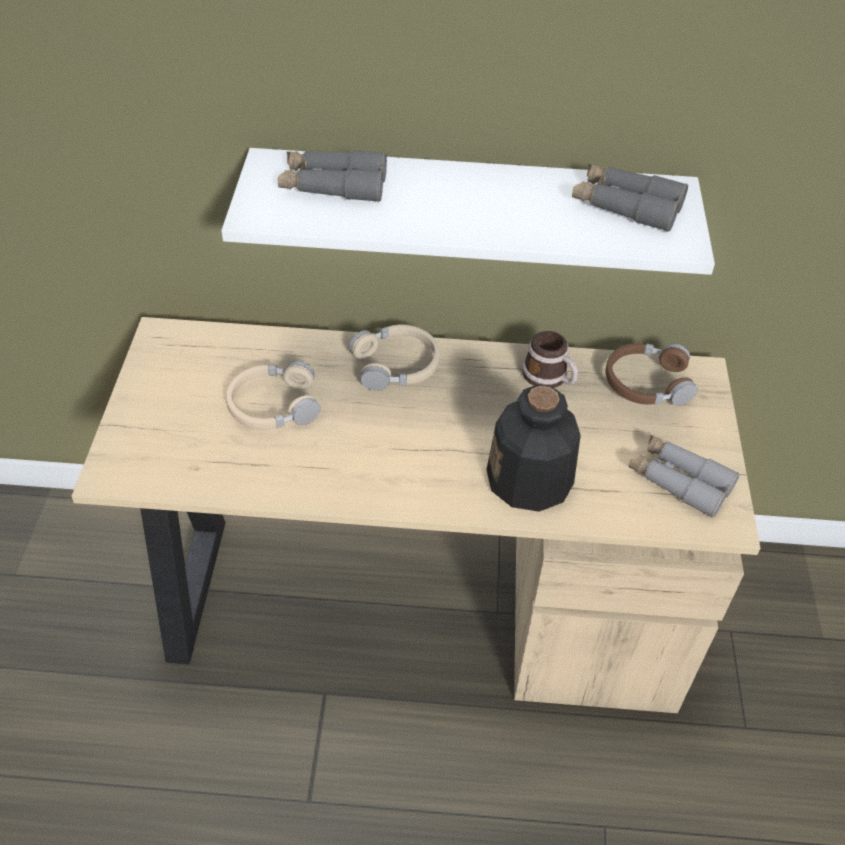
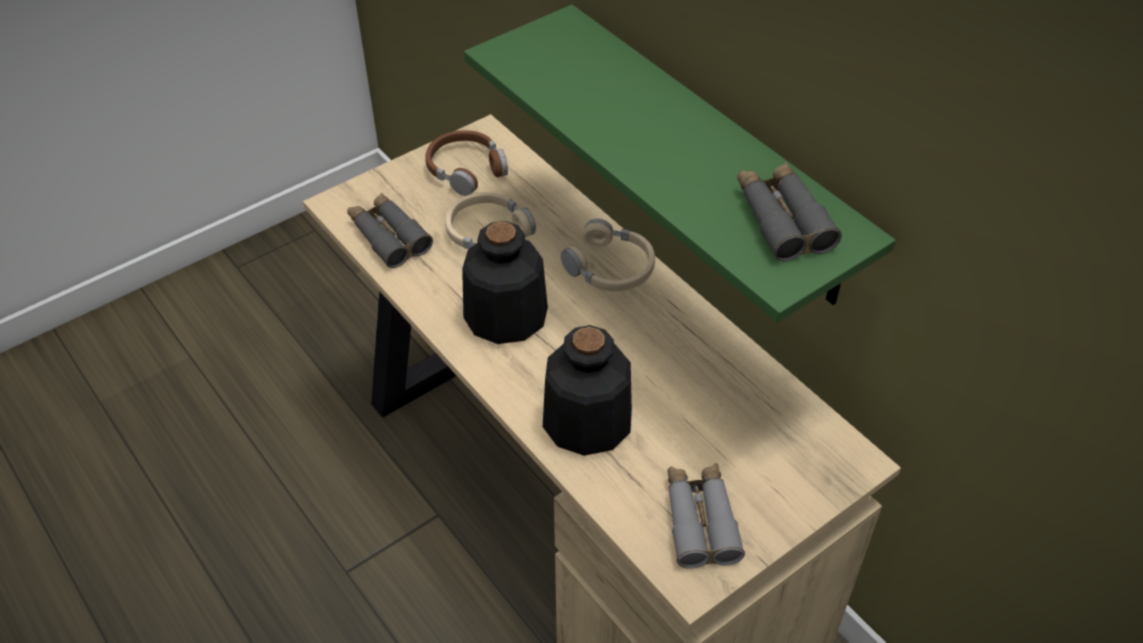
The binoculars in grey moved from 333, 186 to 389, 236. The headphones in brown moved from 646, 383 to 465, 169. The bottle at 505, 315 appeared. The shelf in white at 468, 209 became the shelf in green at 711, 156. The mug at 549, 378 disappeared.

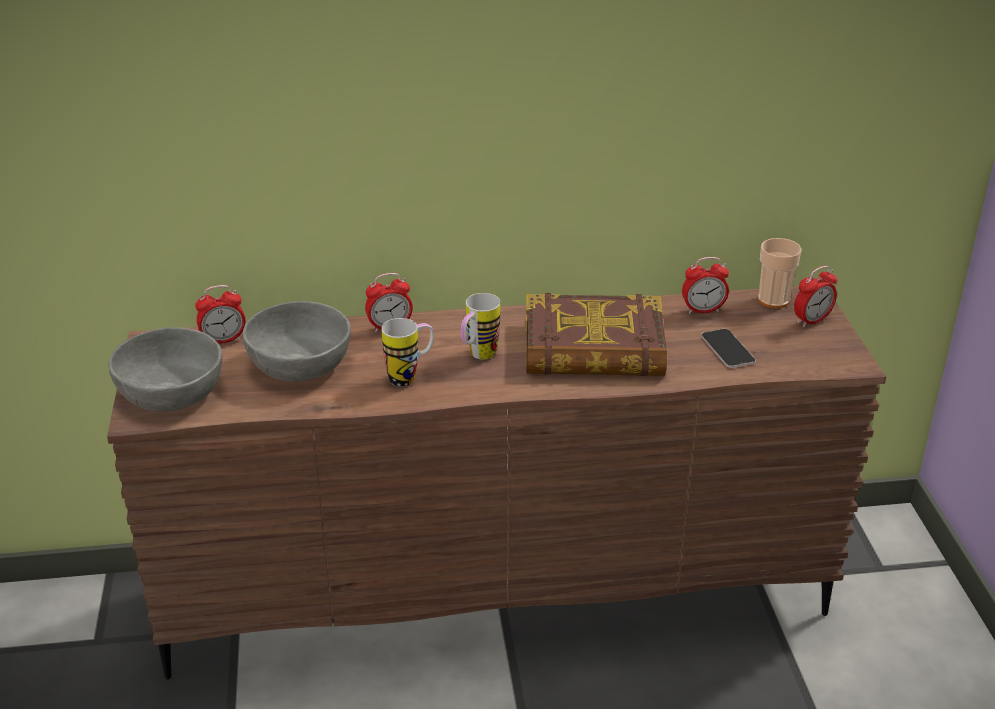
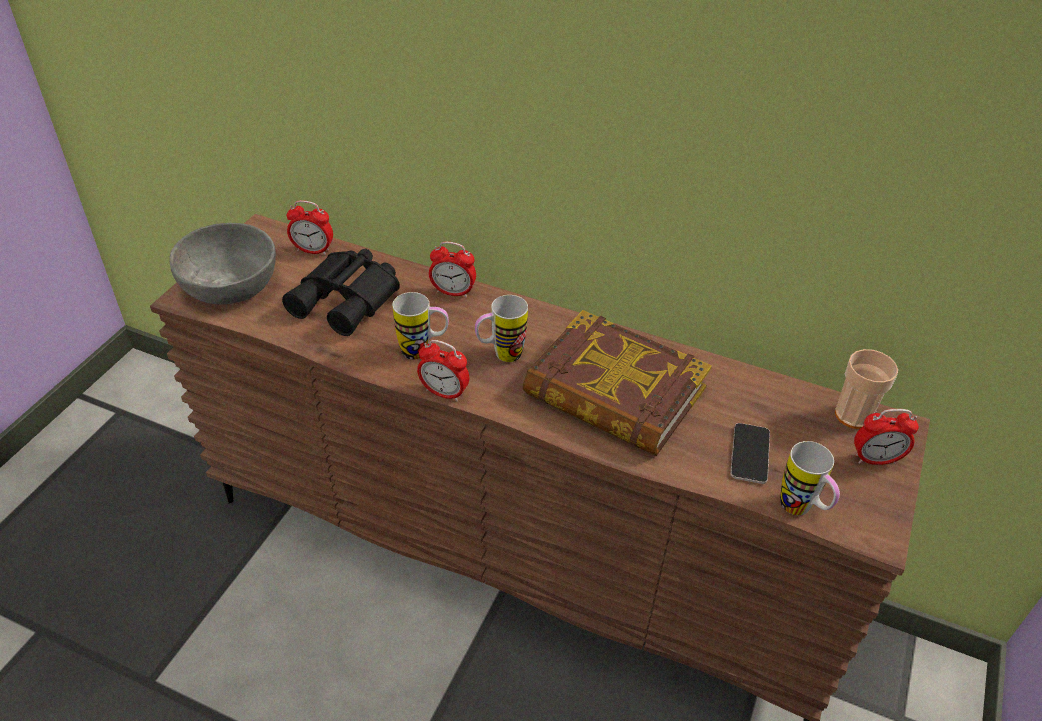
The bowl in grey at 301, 364 was replaced by the binoculars in black at 349, 299. The alarm clock moved from 703, 310 to 444, 393. The mug at 801, 511 appeared.

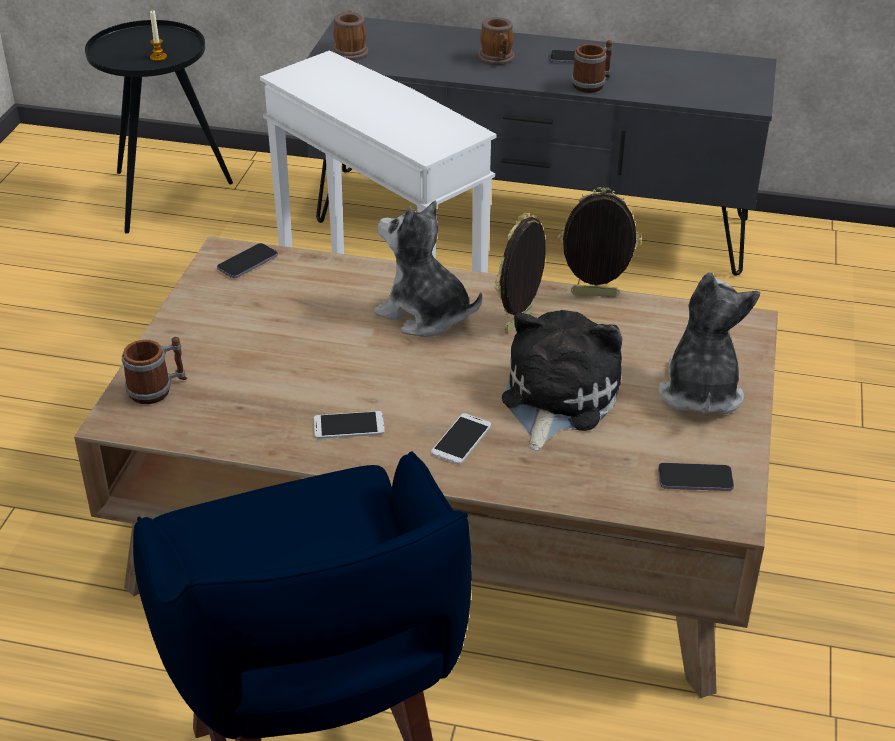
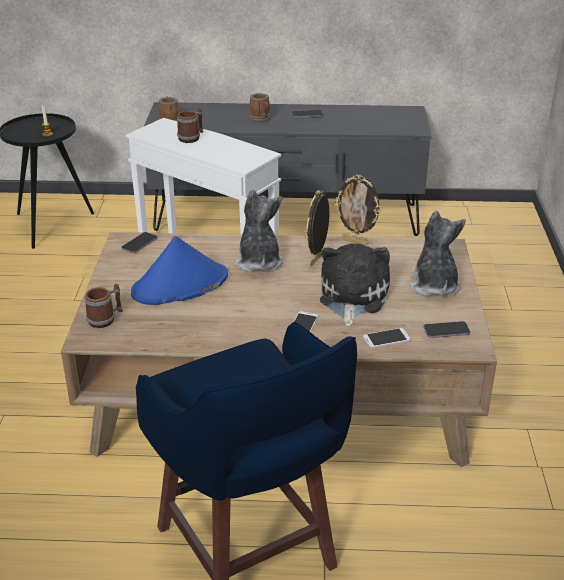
The hat in blue at 180, 285 appeared. The mug moved from 592, 84 to 192, 137. The plush toy at 424, 315 turned 60 degrees clockwise. The picture frame at 594, 296 turned 150 degrees counterclockwise. The phone moved from 349, 426 to 386, 338.

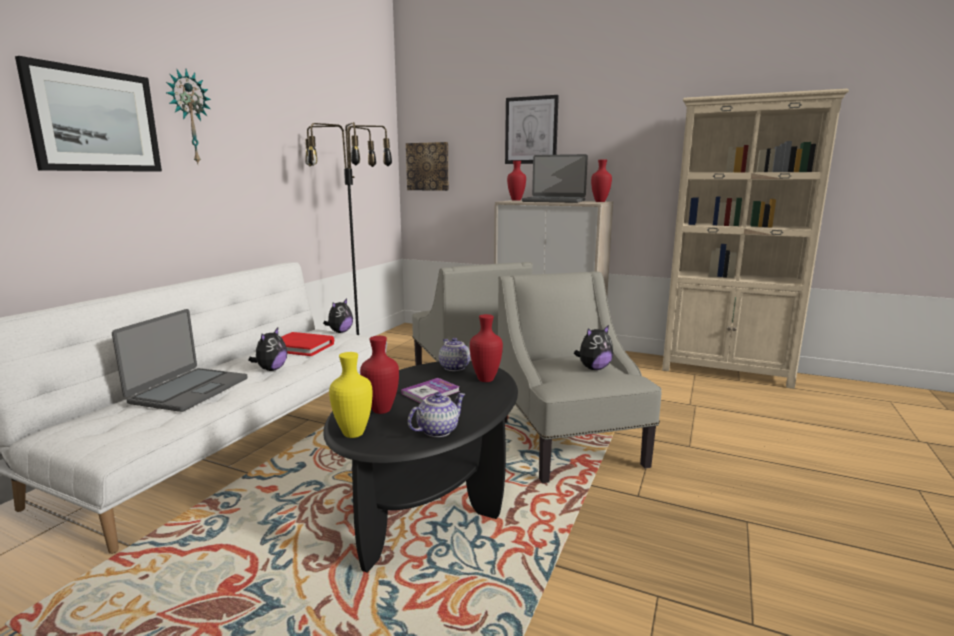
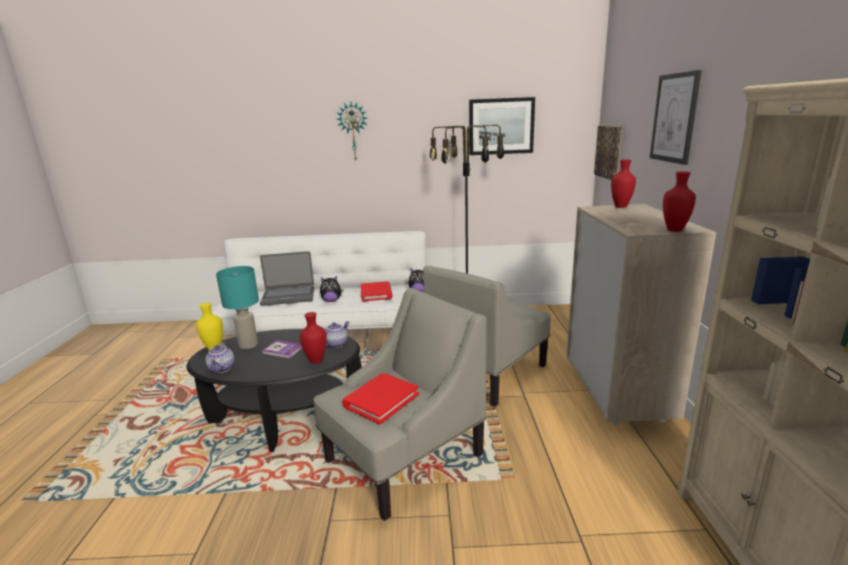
The teapot at 437, 430 turned 60 degrees clockwise. The vase in red at 380, 411 was replaced by the table lamp in turquoise at 248, 345. The plush toy at 593, 368 was replaced by the book in red at 381, 400. The picture moved from 95, 120 to 501, 126. The laptop at 554, 201 disappeared.

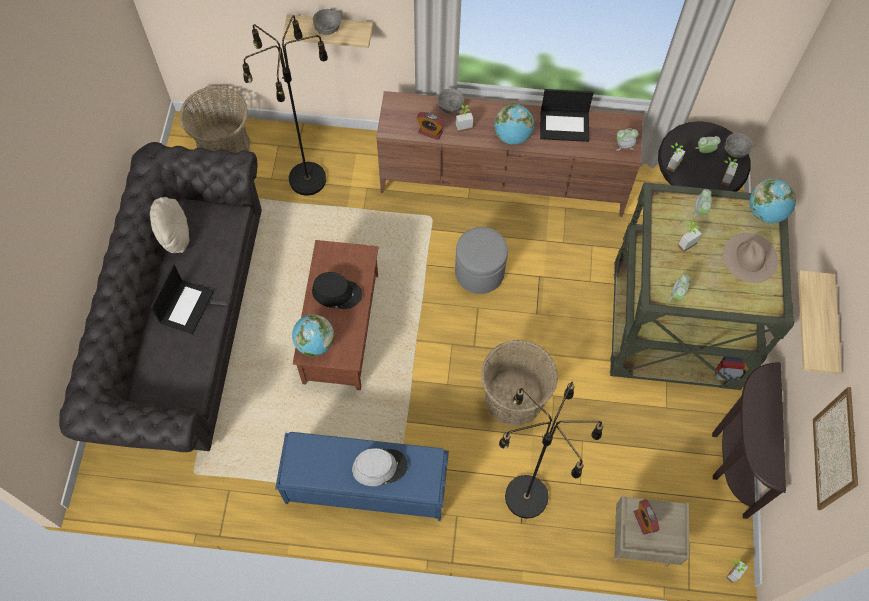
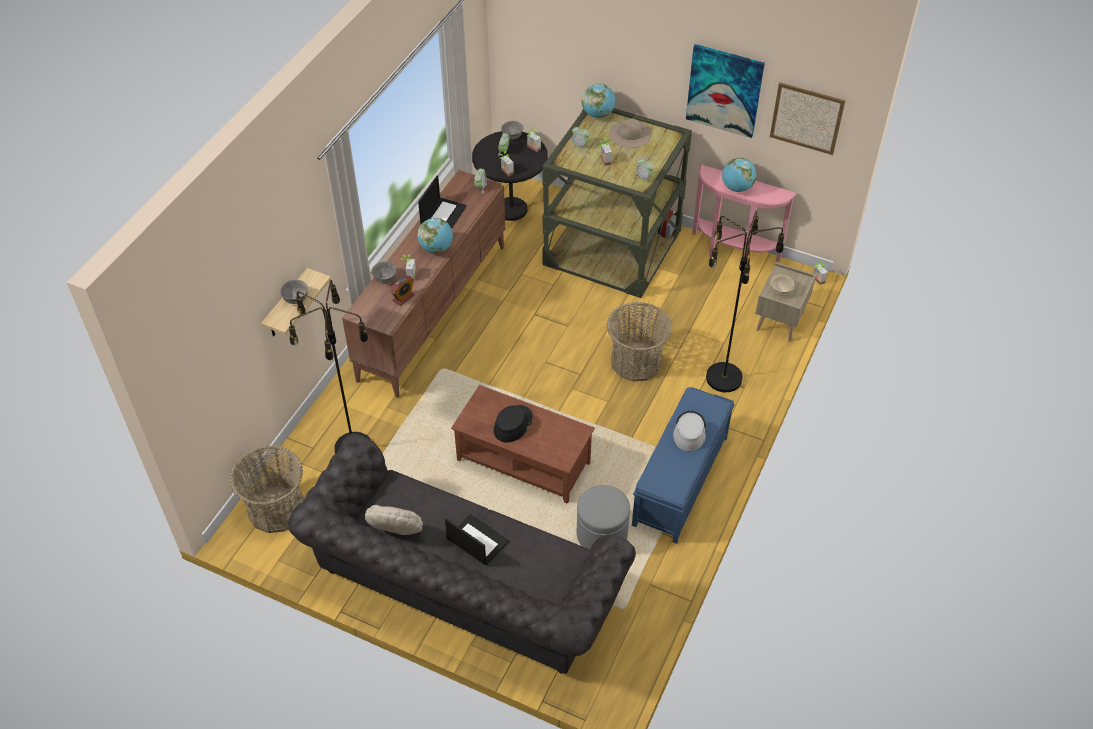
The ottoman in grey moved from 479, 272 to 602, 534. The shelf at 831, 330 was replaced by the picture at 724, 90. The console table in brown at 729, 458 became the console table in pink at 732, 253. The globe moved from 315, 343 to 737, 188. The alarm clock at 644, 521 was replaced by the bowl in beige at 781, 290.

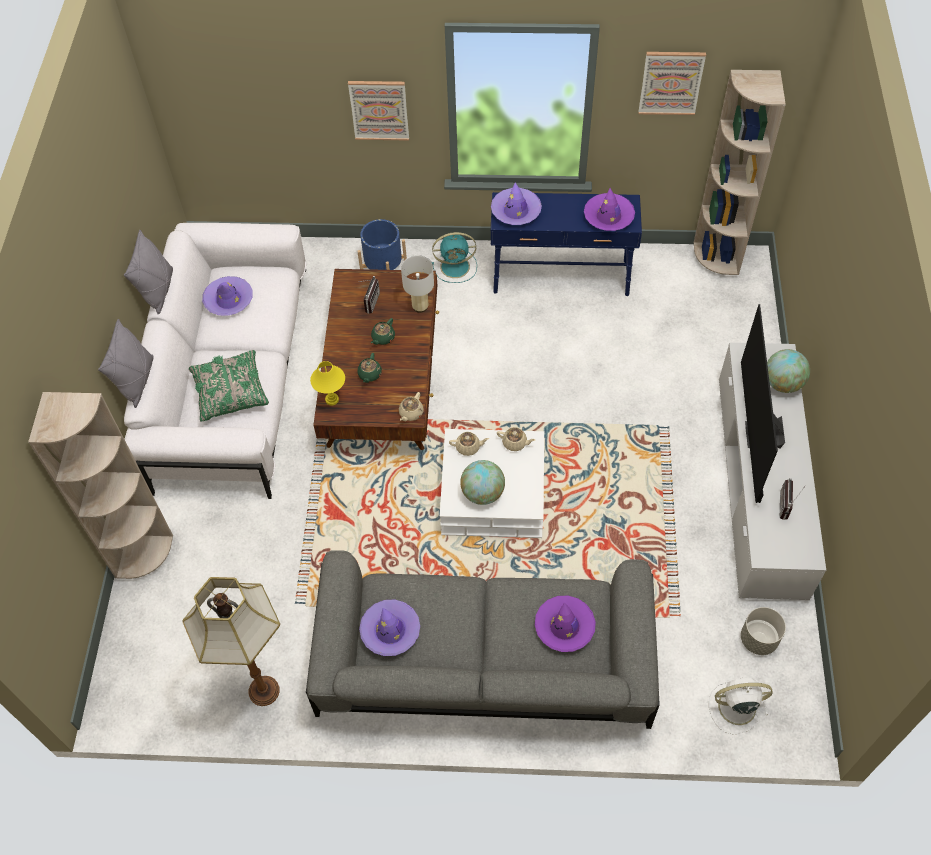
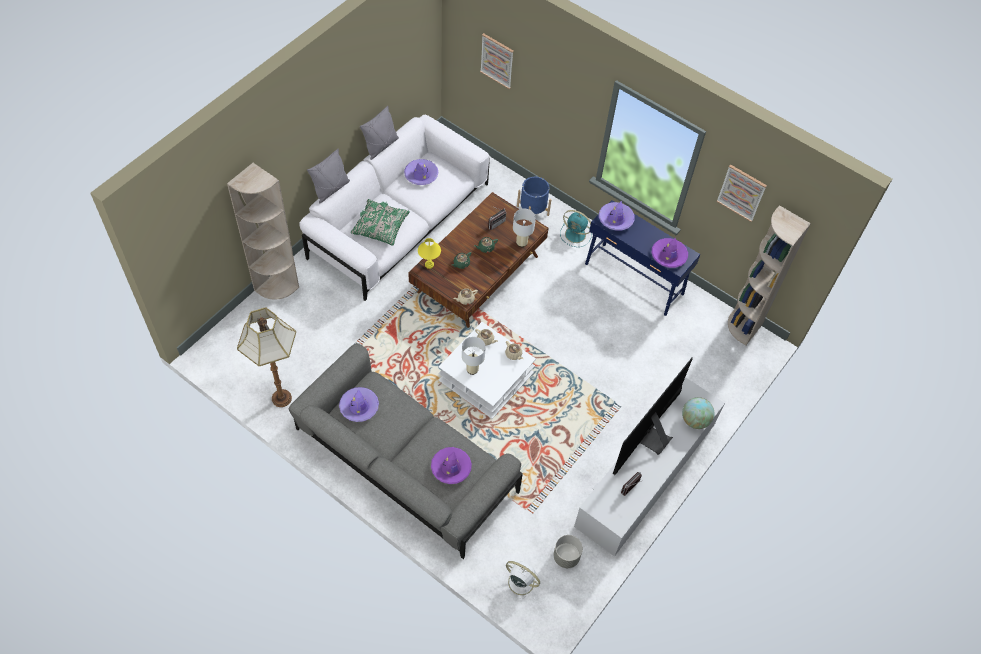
The globe at 482, 493 was replaced by the table lamp in white at 472, 370. The picture moved from 379, 110 to 497, 60.

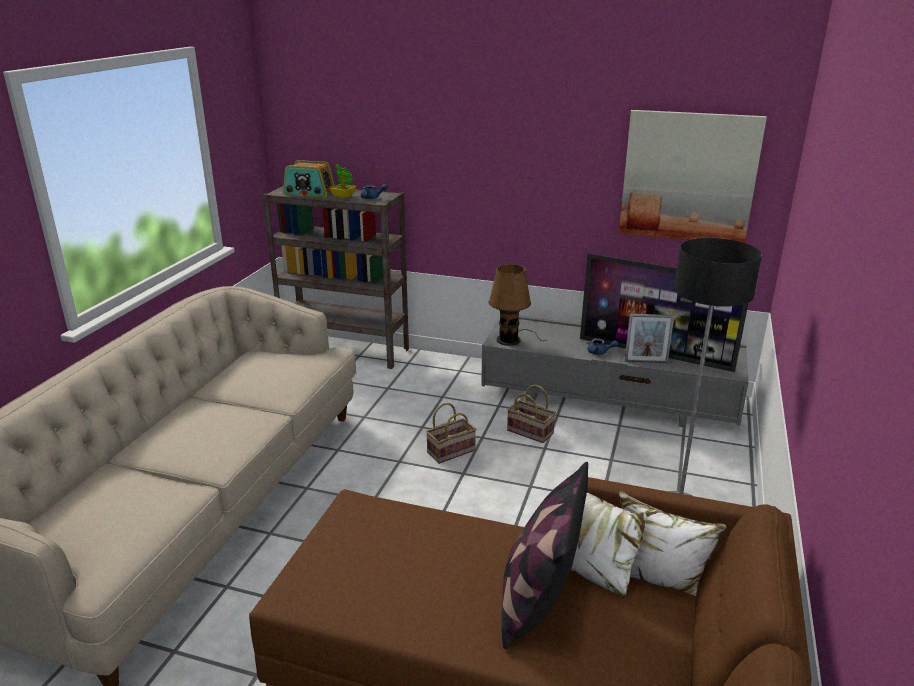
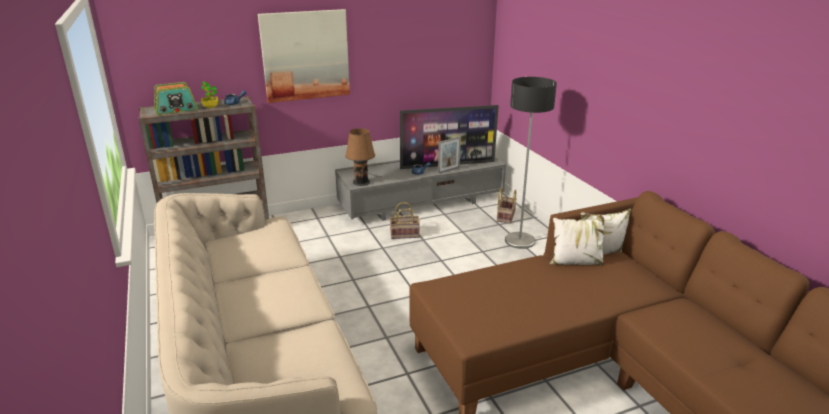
The picture moved from 688, 177 to 305, 55. The basket moved from 451, 451 to 505, 216. The pillow at 538, 600 disappeared.

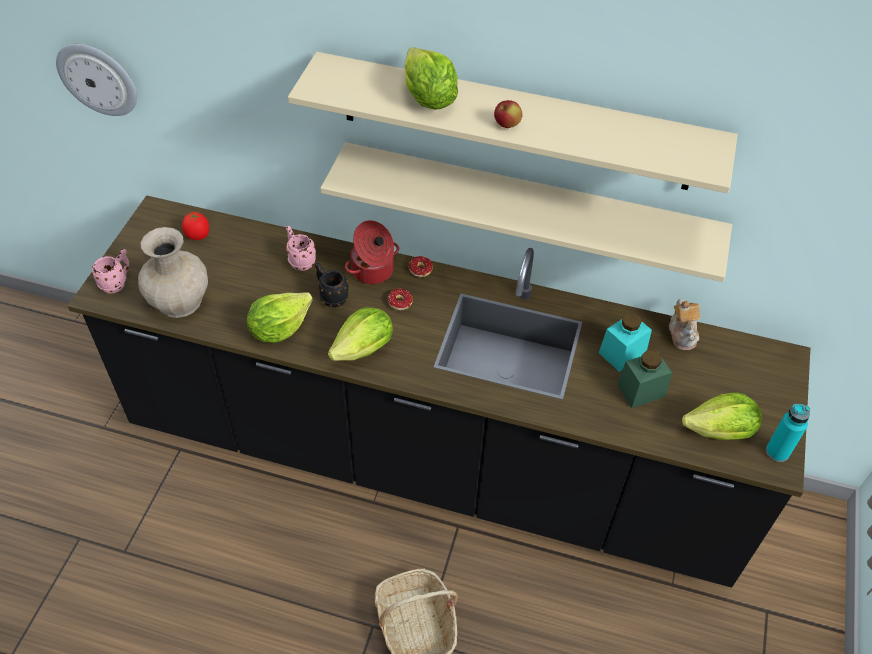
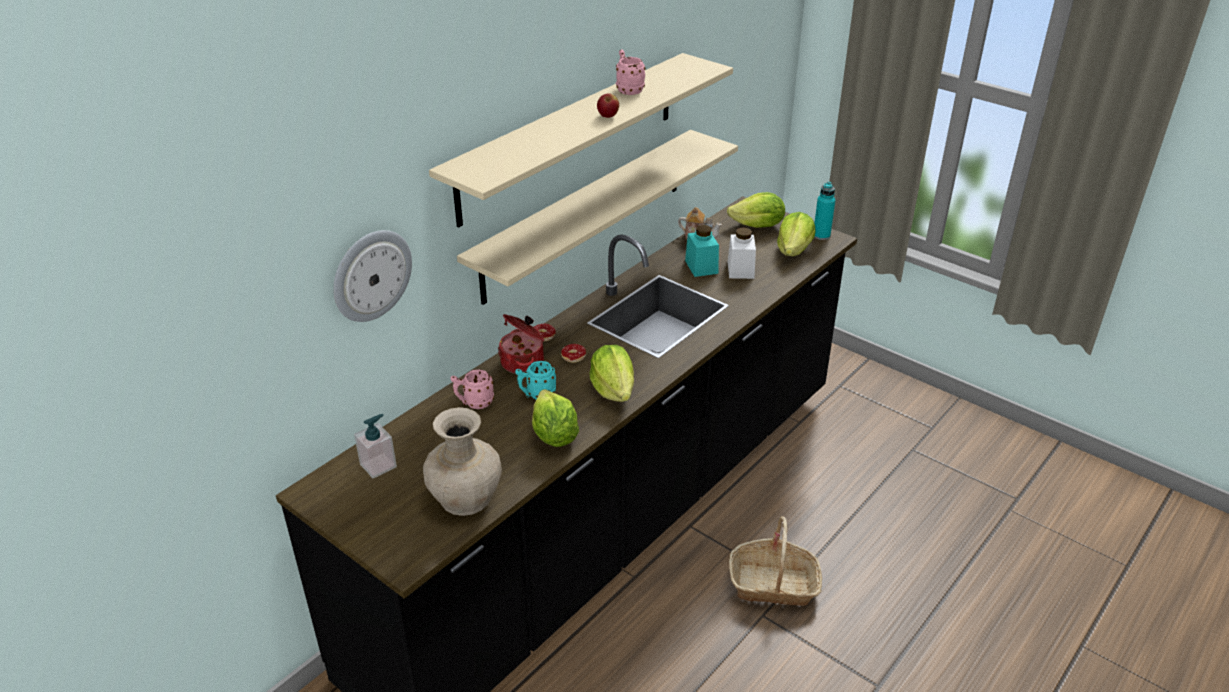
The wall clock moved from 98, 79 to 371, 275. The tomato at 198, 235 was replaced by the soap dispenser at 378, 465. The mug in black at 331, 296 became the mug in turquoise at 536, 394. The mug in pink moved from 117, 283 to 628, 89. The lettuce moved from 428, 99 to 758, 226. The jar in green at 641, 390 became the jar in white at 740, 270.

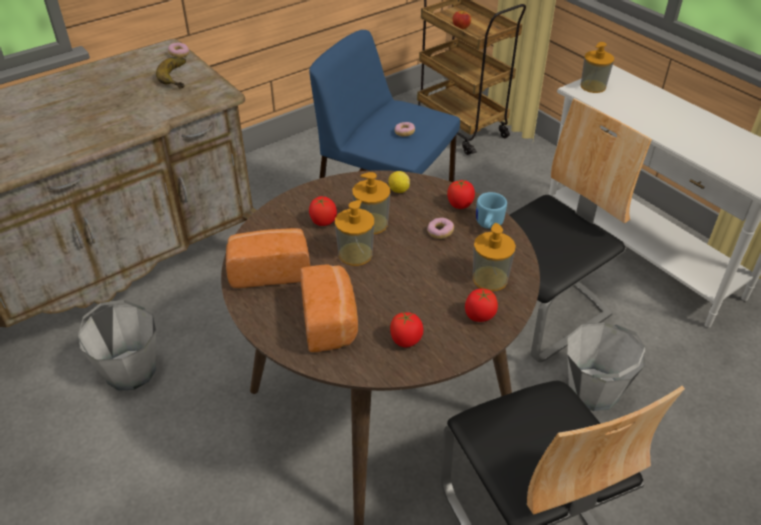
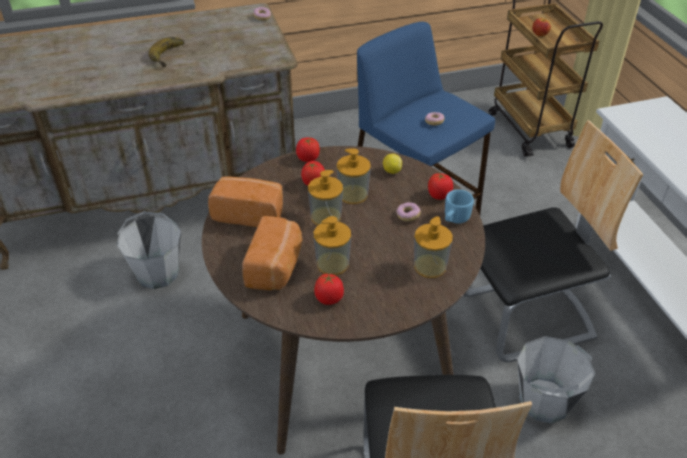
The banana moved from 180, 76 to 171, 55. The tomato moved from 479, 316 to 308, 159. The soap dispenser moved from 593, 86 to 332, 263.

